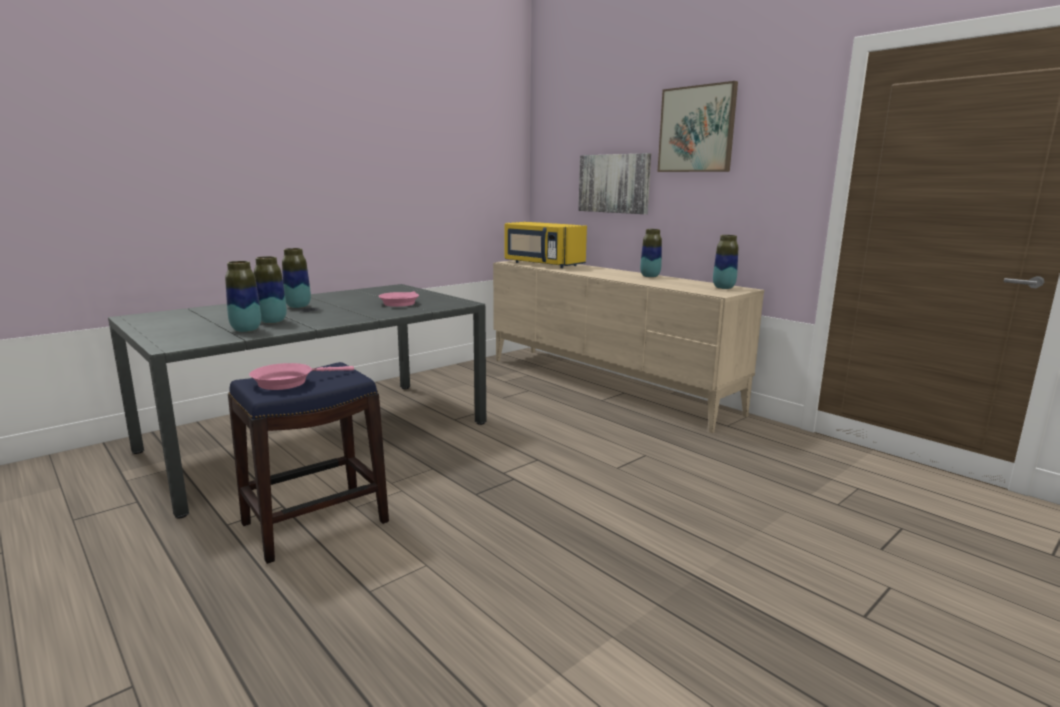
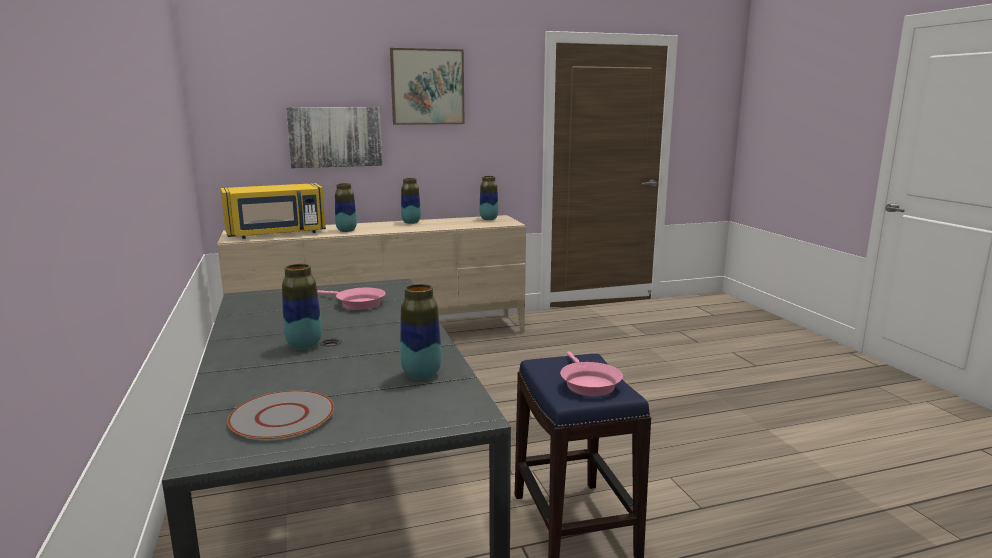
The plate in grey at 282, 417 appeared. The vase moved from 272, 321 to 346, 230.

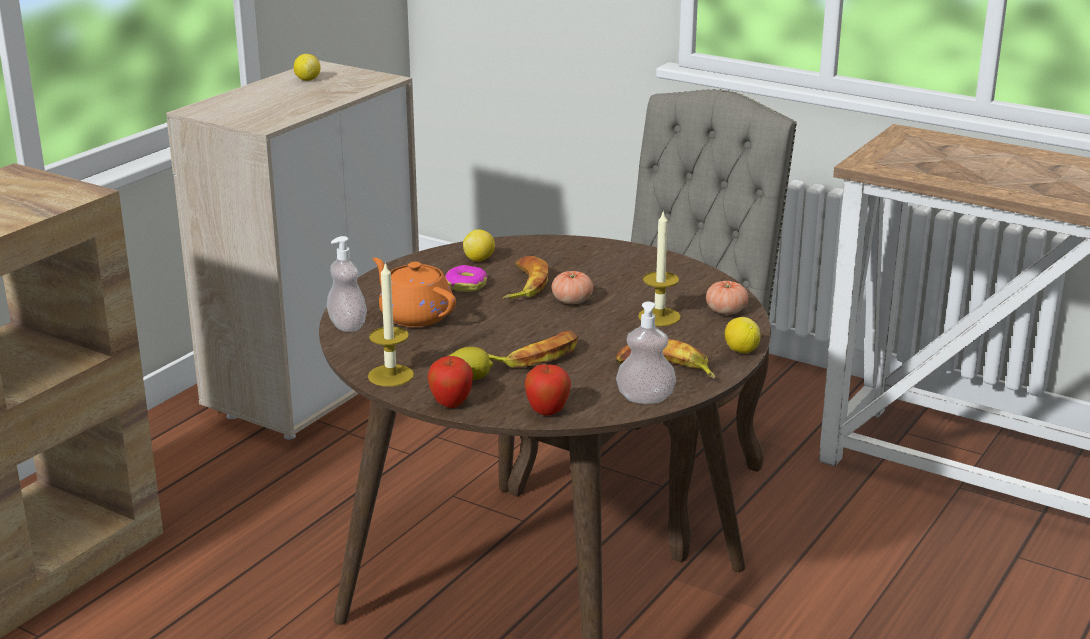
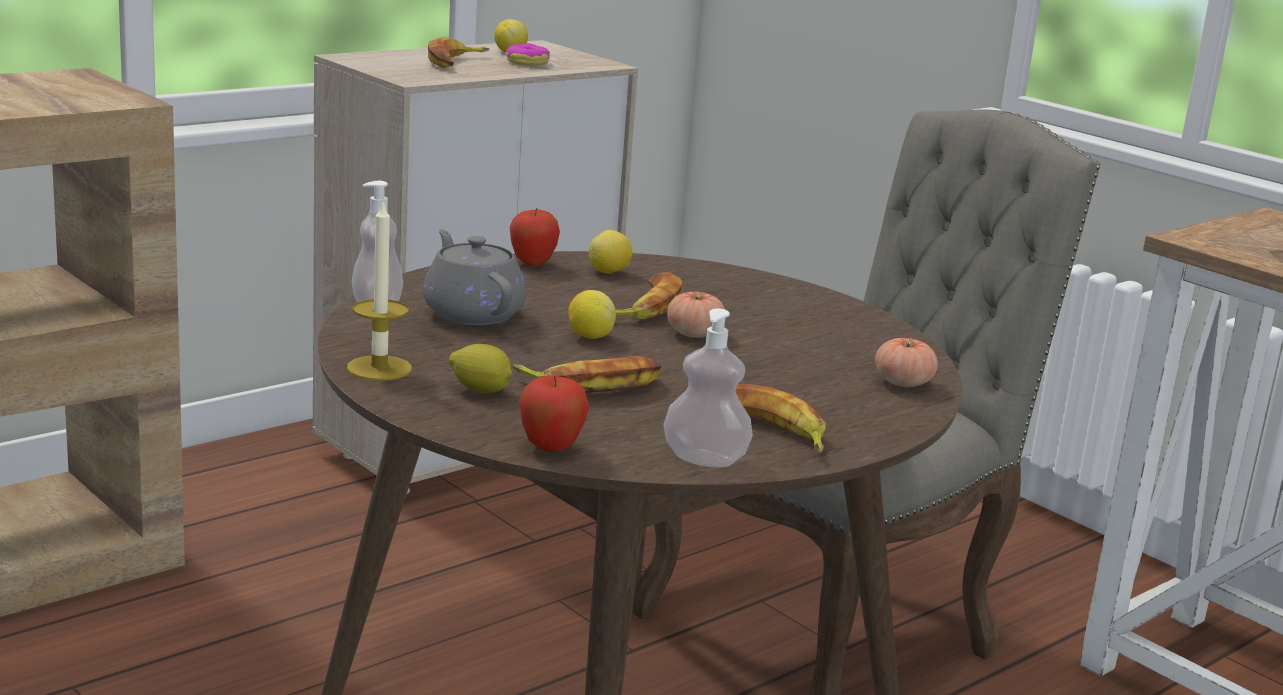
The teapot in orange at 415, 316 became the teapot in grey at 472, 313. The banana at 456, 62 appeared. The donut moved from 466, 285 to 527, 62. The apple moved from 451, 404 to 532, 264. The lemon moved from 741, 350 to 590, 336. The candle at 659, 317 disappeared.

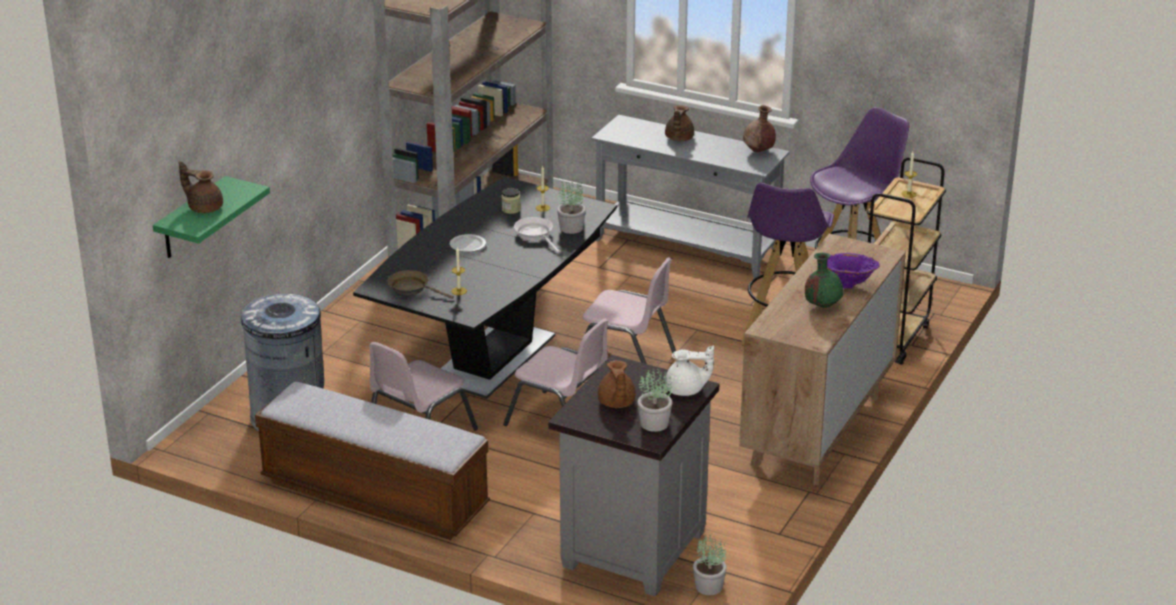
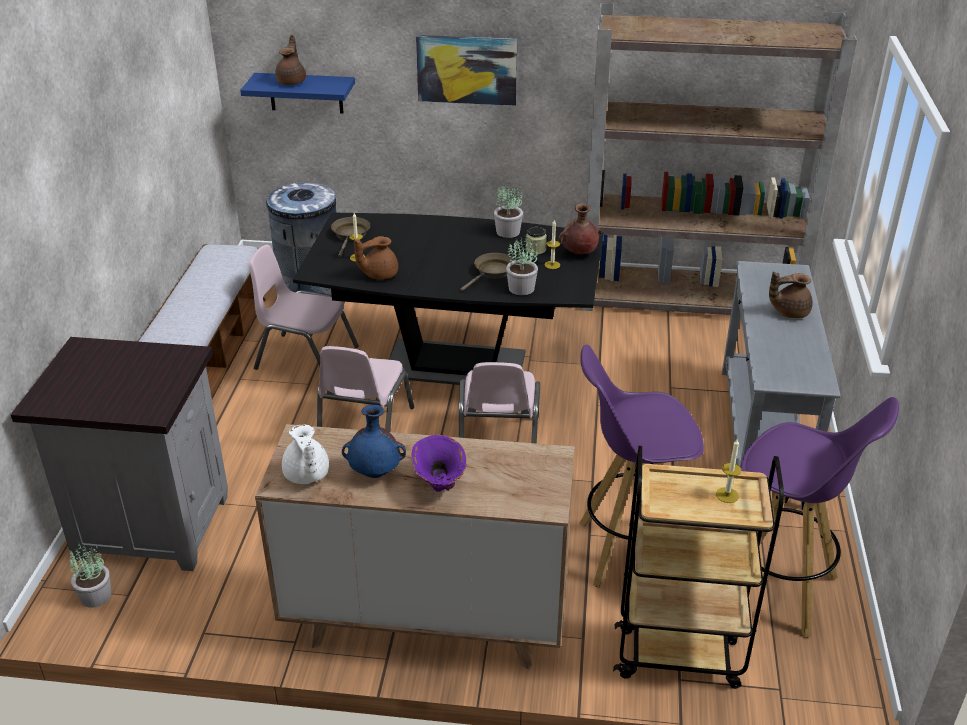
The shelf in green at 191, 219 became the shelf in blue at 306, 93. The teapot in white moved from 686, 390 to 306, 475. The vase in green at 822, 306 became the vase in blue at 376, 473. The teapot in brown moved from 616, 403 to 379, 274. The picture at 467, 69 appeared. The frying pan in white at 535, 235 became the frying pan in brown at 492, 272. The potted plant moved from 655, 423 to 508, 232. The vase in brown moved from 758, 151 to 578, 253. The plate at 467, 244 disappeared.

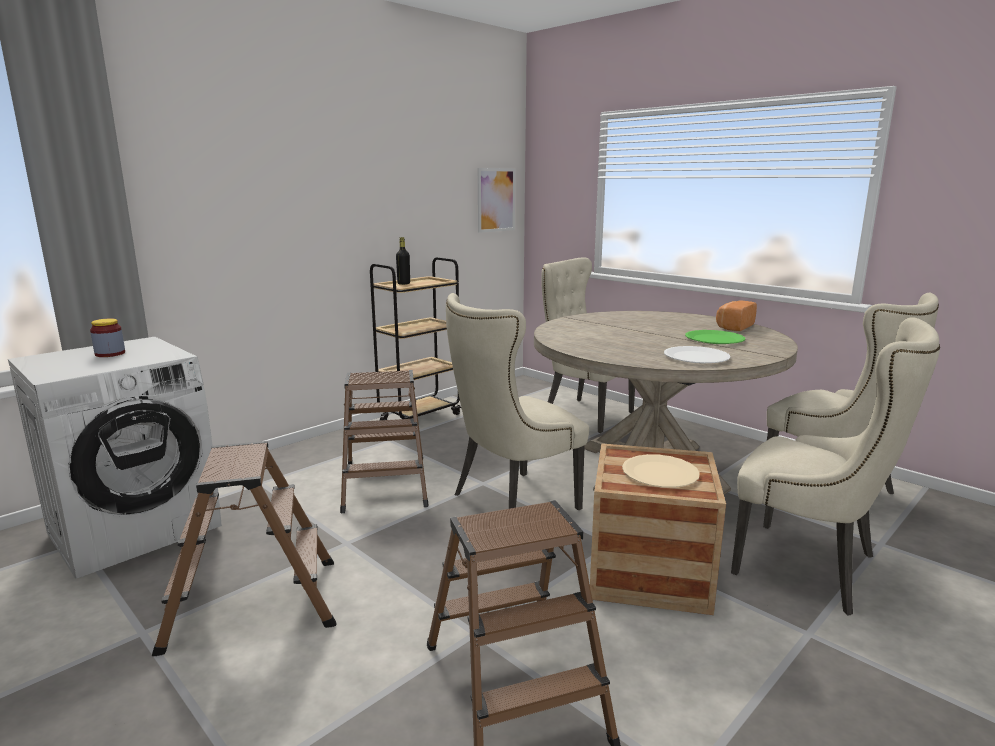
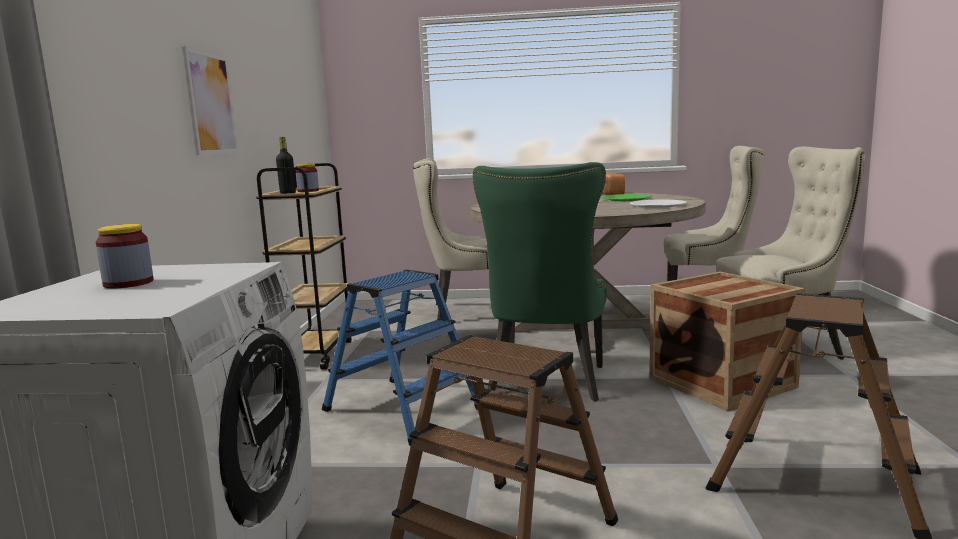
The picture moved from 496, 200 to 211, 104. The jar at 308, 191 appeared. The step ladder in brown at 385, 482 became the step ladder in blue at 402, 409. The chair in beige at 513, 503 became the chair in green at 547, 381. The plate in beige at 660, 473 disappeared.

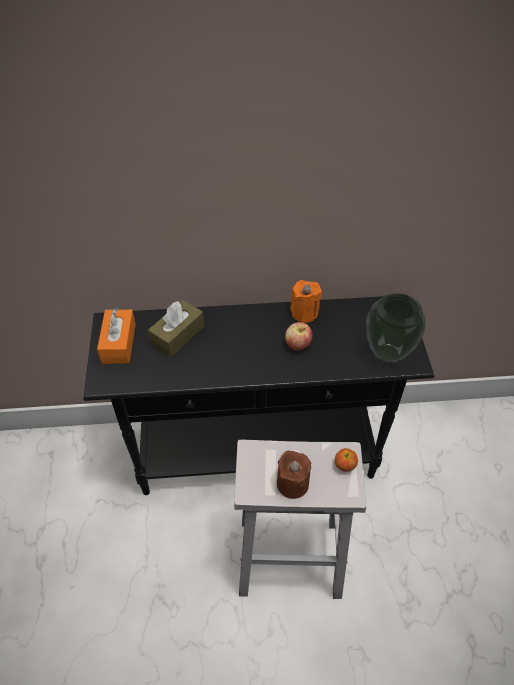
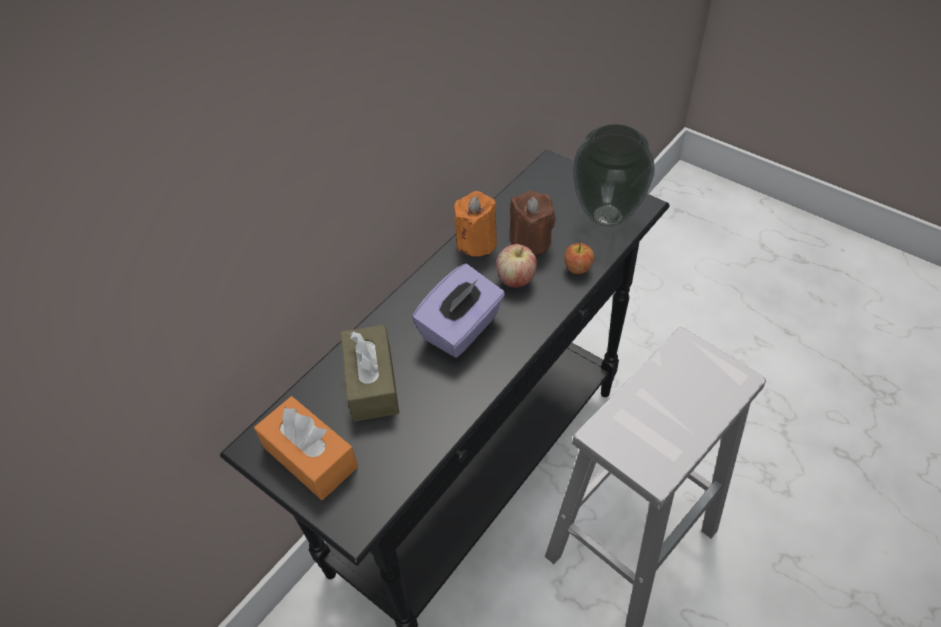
The tissue box in purple at 461, 329 appeared. The candle in brown moved from 292, 484 to 530, 241. The apple moved from 345, 465 to 578, 268.

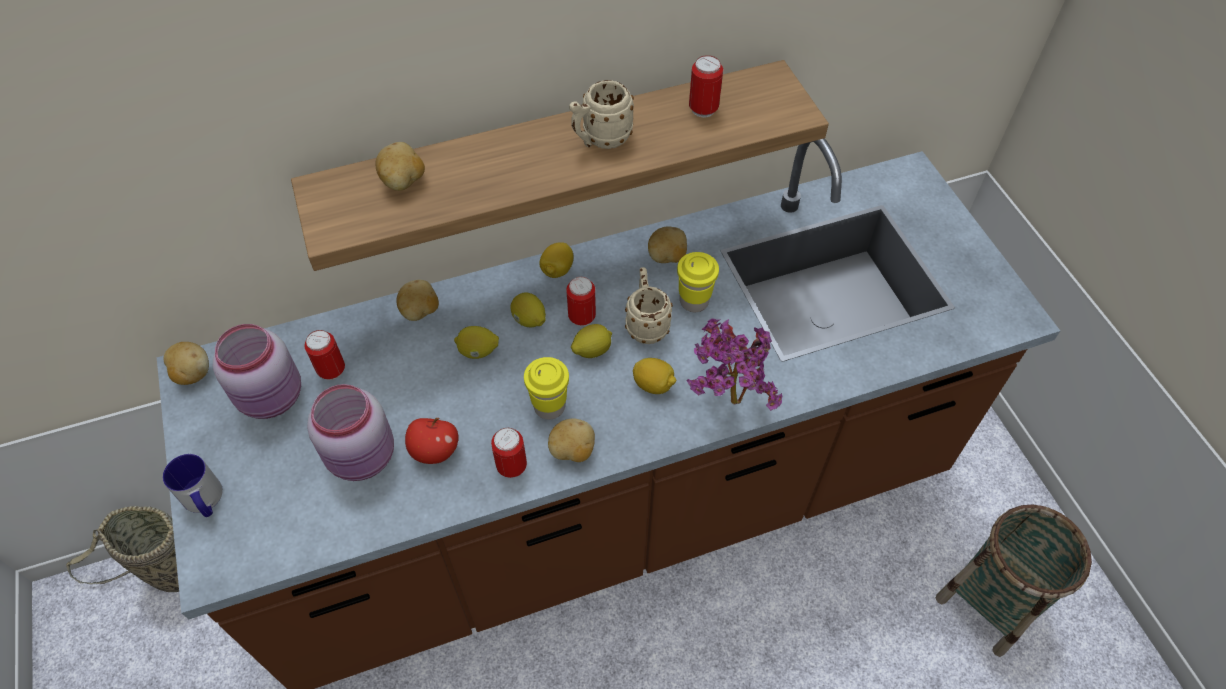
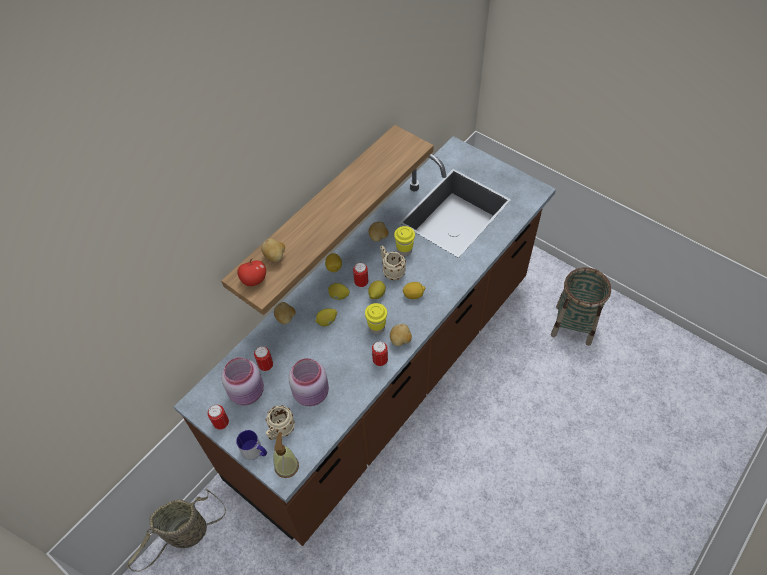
The can moved from 703, 109 to 221, 423. The apple moved from 435, 451 to 254, 280. The mug in beige moved from 600, 140 to 280, 431. The soap dispenser at 286, 466 appeared. The potato at 192, 373 disappeared. The potted plant at 726, 403 disappeared.

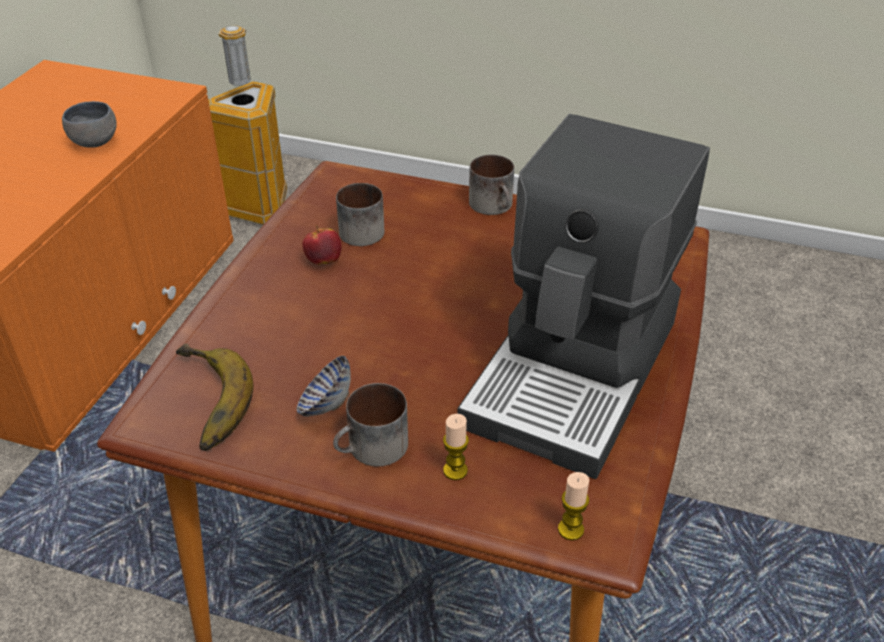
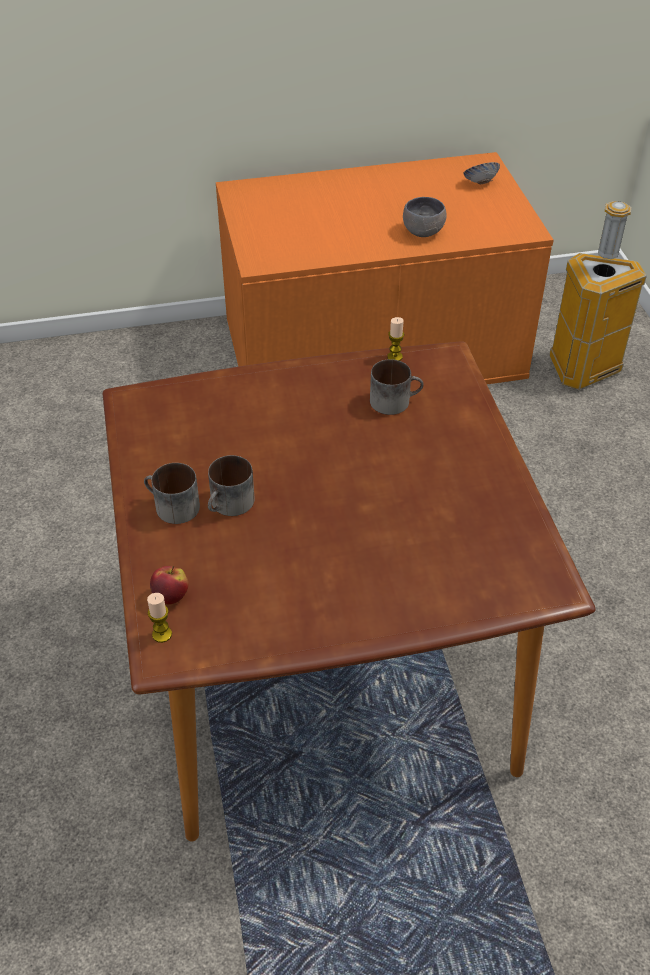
The apple moved from 323, 261 to 171, 596. The mug moved from 495, 205 to 230, 505. The candle moved from 455, 470 to 395, 357. The bowl moved from 325, 405 to 480, 183. The banana at 203, 402 disappeared. The coffee machine at 576, 371 disappeared.

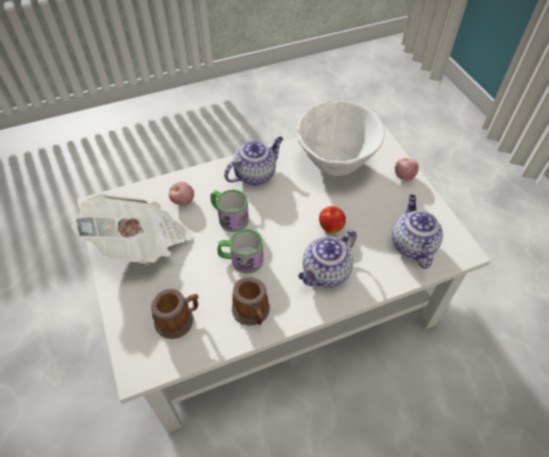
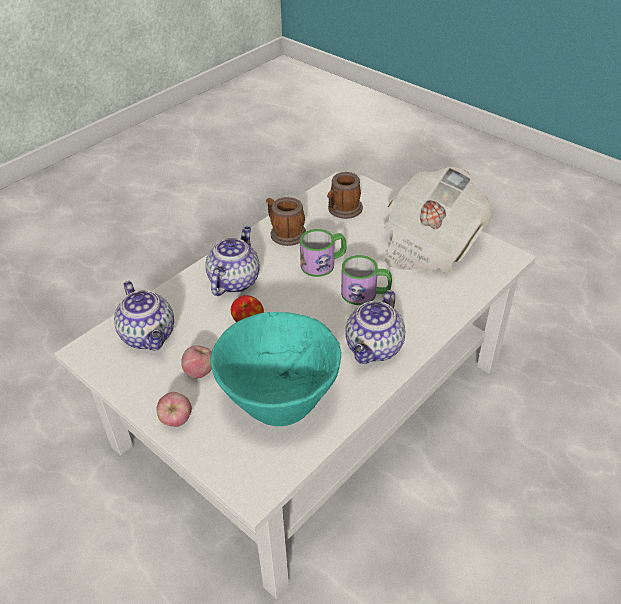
The apple moved from 183, 201 to 200, 371. The bowl in white at 335, 164 became the bowl in turquoise at 279, 401.

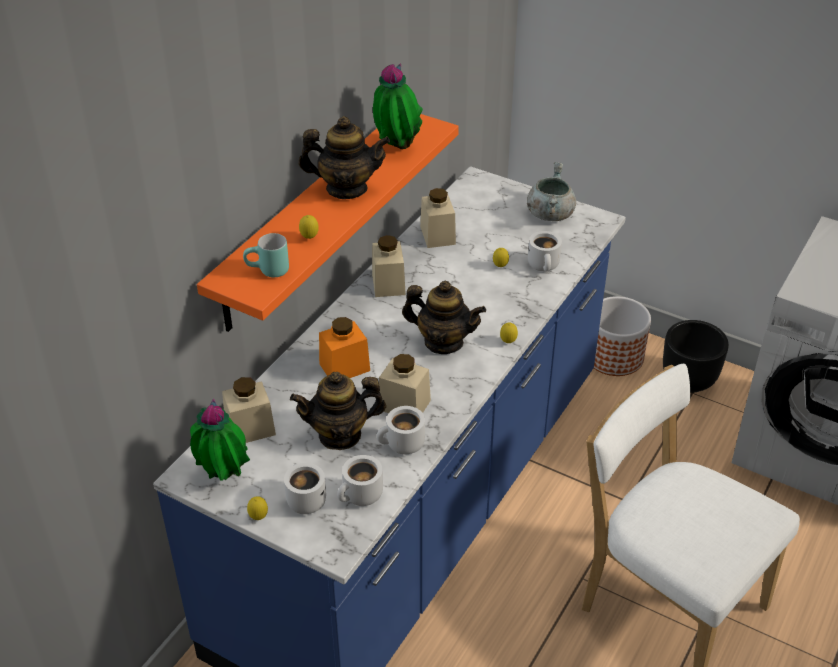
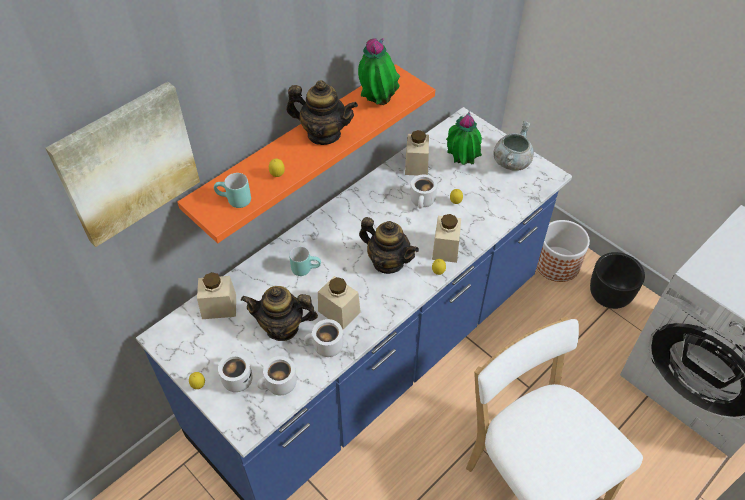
The picture at 127, 163 appeared. The jar in orange at 344, 367 was replaced by the mug in turquoise at 306, 268. The mug in white moved from 545, 265 to 423, 202. The jar in beige moved from 388, 284 to 445, 248. The potted plant moved from 223, 476 to 461, 163.

